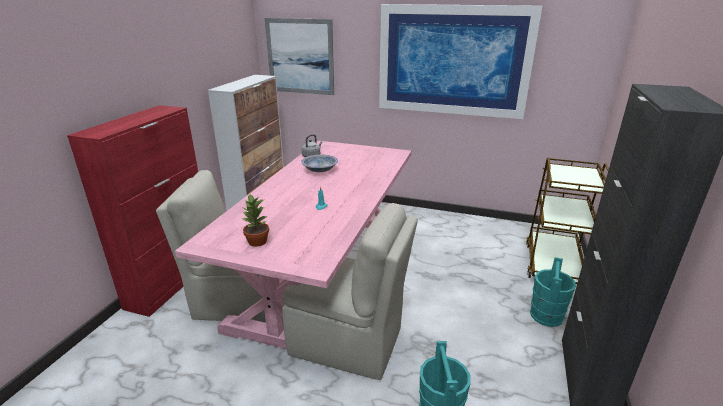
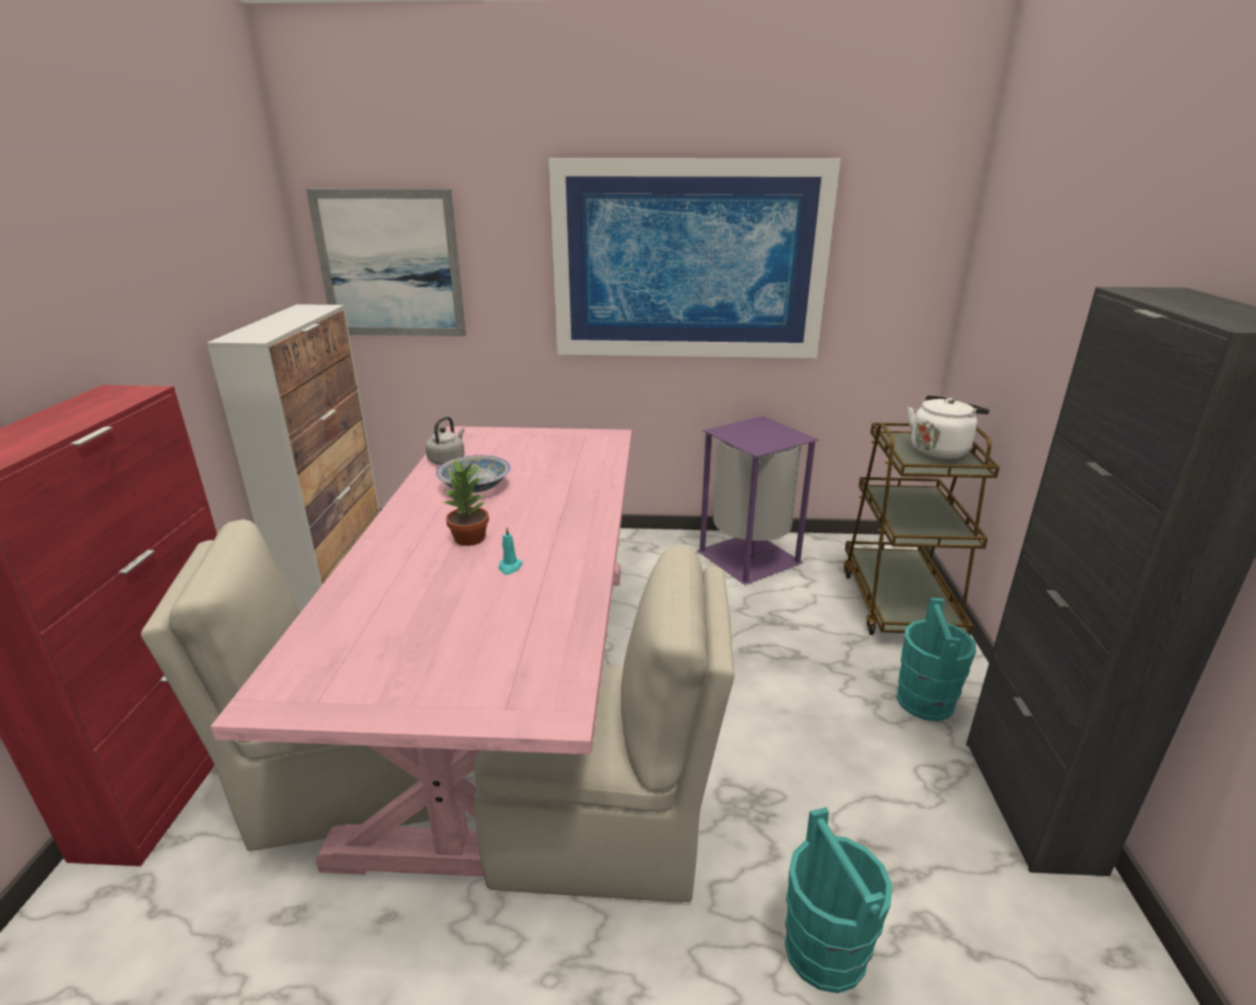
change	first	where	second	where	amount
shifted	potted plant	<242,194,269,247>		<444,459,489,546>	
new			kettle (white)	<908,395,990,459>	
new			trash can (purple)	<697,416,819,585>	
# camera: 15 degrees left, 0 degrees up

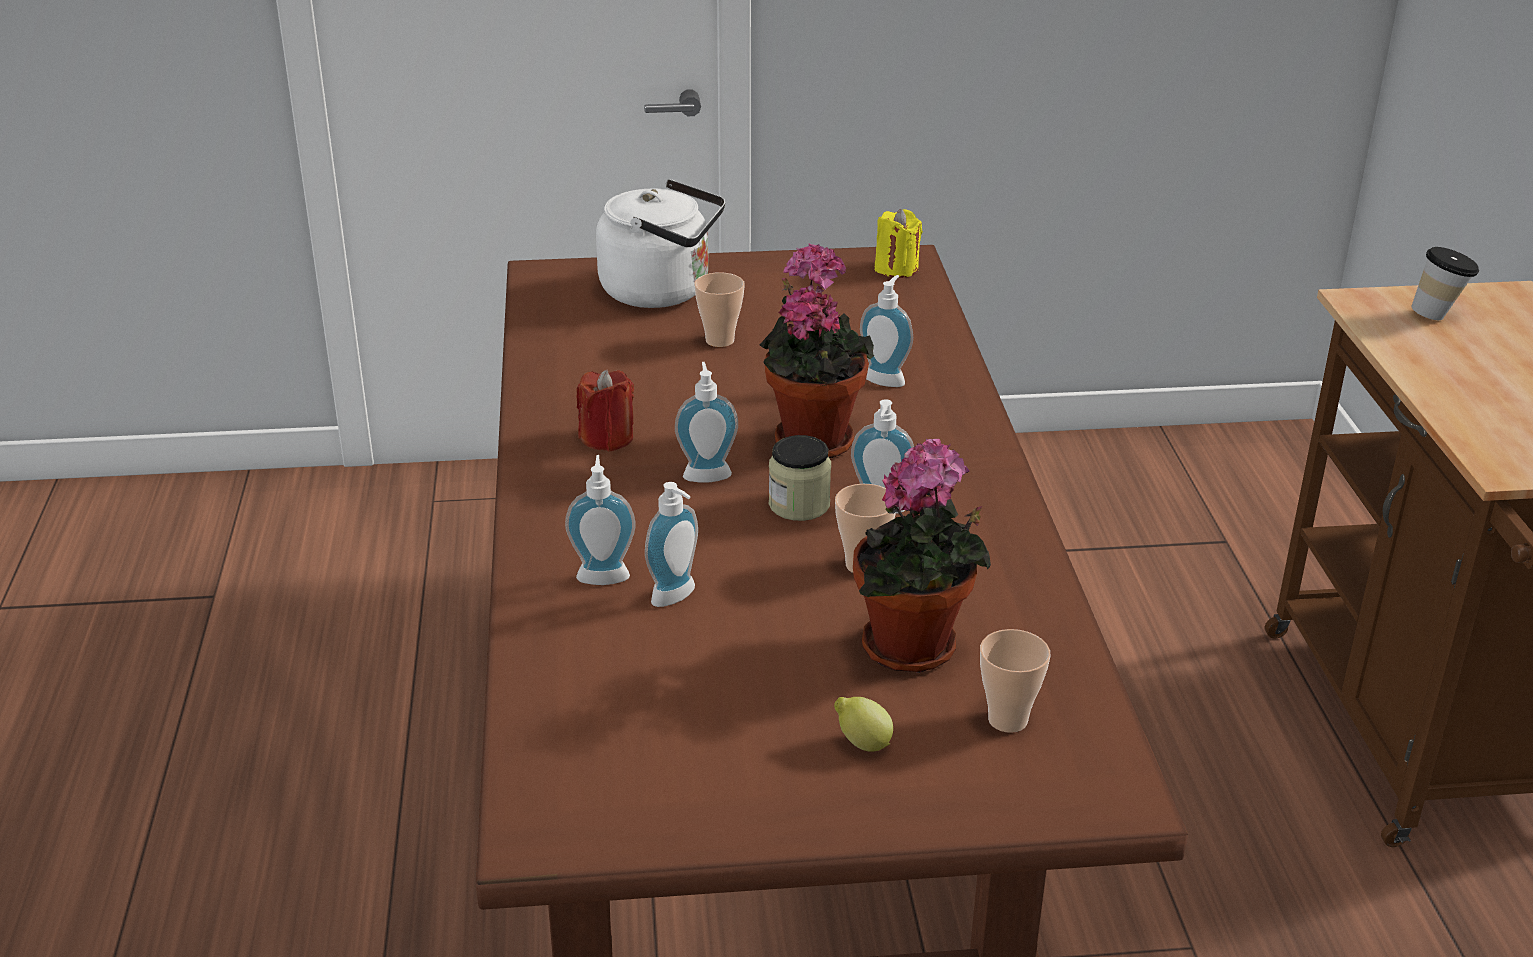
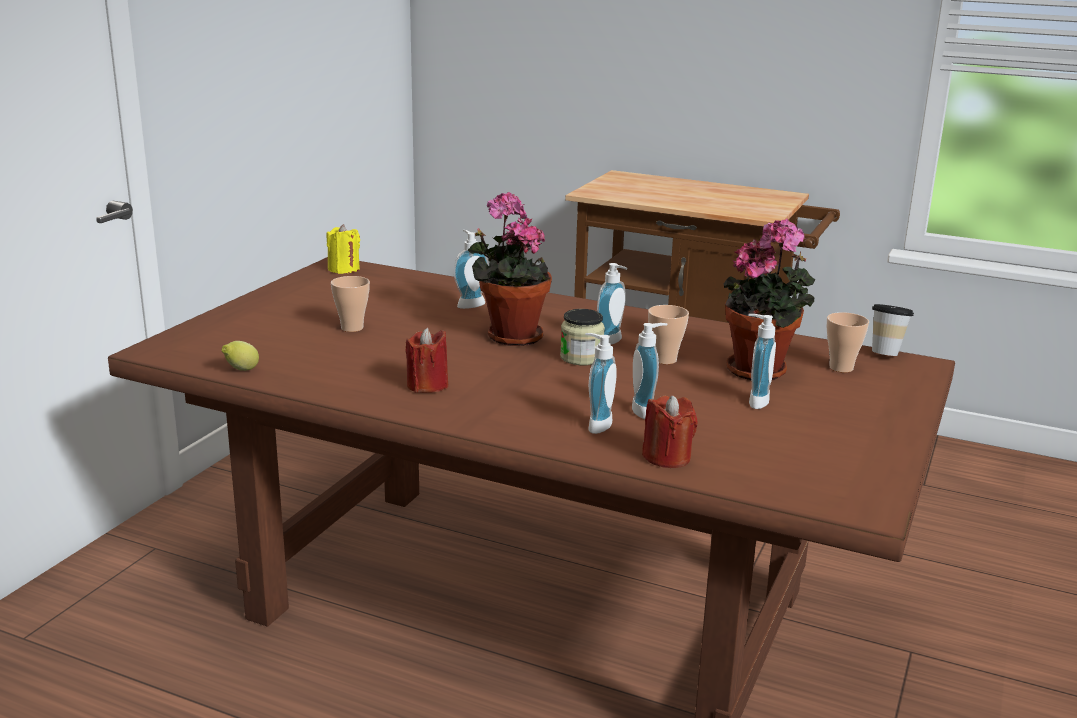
change	first	where	second	where	amount
gone	kettle (white)	<596,179,725,308>			
shifted	cup	<1411,247,1479,320>		<872,304,914,356>	
shifted	soap dispenser	<675,362,738,483>		<748,314,776,409>	
shifted	lemon	<834,697,893,752>		<222,341,259,371>	
new			candle (red)	<642,395,698,468>	
# camera: 60 degrees left, 10 degrees down

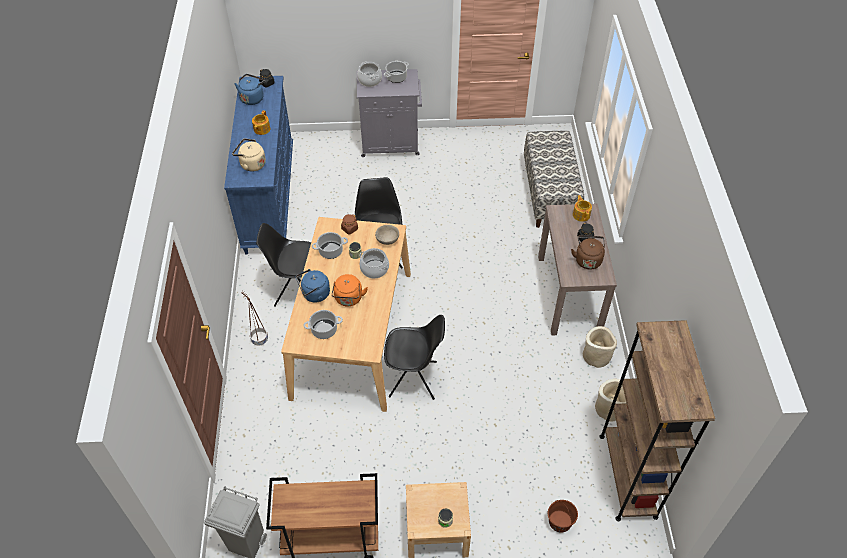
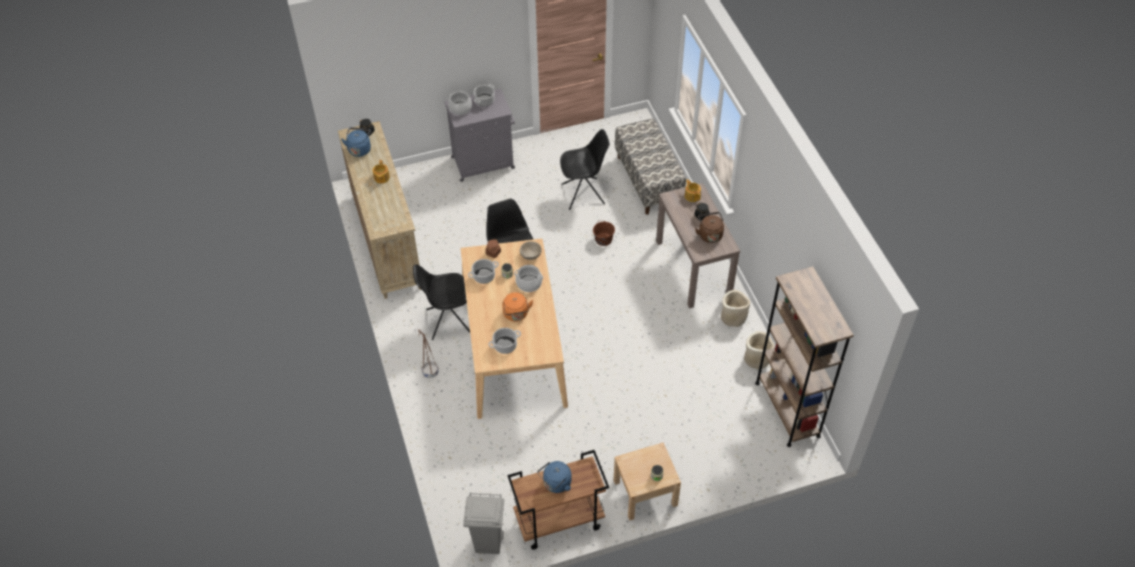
change	first	where	second	where	amount
repainted	dresser (blue)	<224,76,293,255>	dresser (beige)	<338,121,421,299>	
gone	kettle (beige)	<232,138,266,171>			
shifted	kettle (blue)	<296,269,330,303>		<538,461,571,493>	
shifted	chair (black)	<384,315,445,400>		<560,129,610,210>	
shifted	bucket (brown)	<548,500,578,532>		<593,220,615,246>	
# camera: 15 degrees left, 0 degrees up

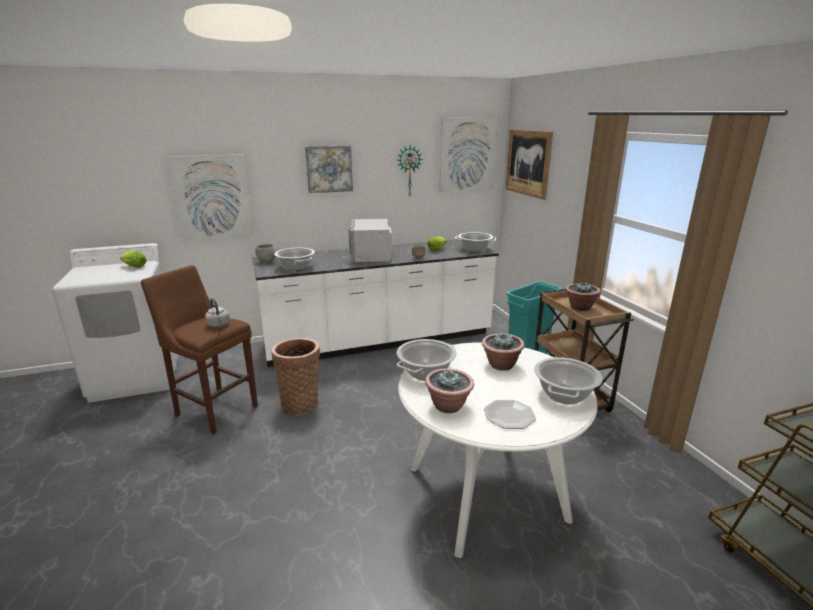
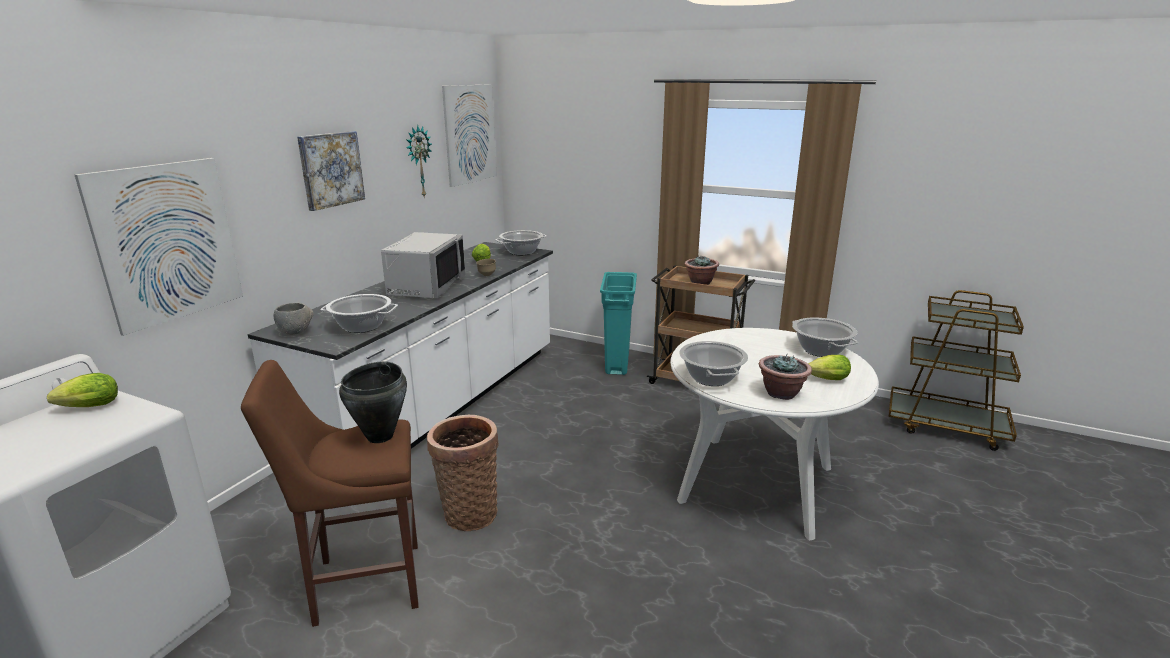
change	first	where	second	where	amount
gone	picture	<505,129,553,200>			
rotated	microwave (grey)	<349,219,392,262>		<381,232,465,298>	120 degrees counterclockwise
swapped	kettle (grey)	<205,298,230,328>	cooking pot (black)	<339,361,407,443>	
gone	potted plant	<482,332,525,371>			
swapped	plate	<484,400,536,429>	lettuce	<808,355,851,380>	
# camera: 45 degrees left, 0 degrees up

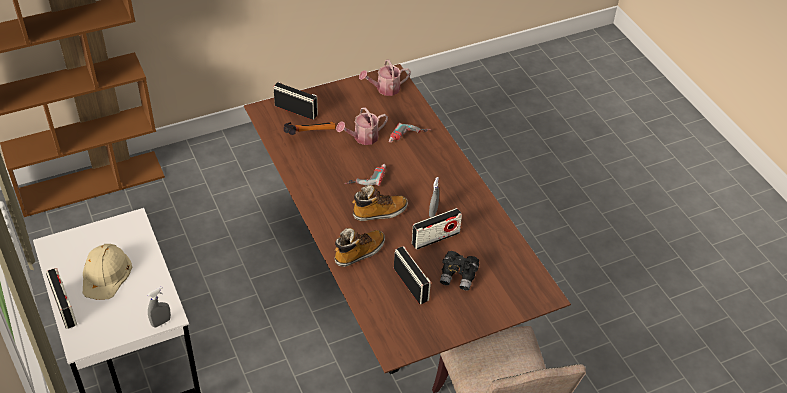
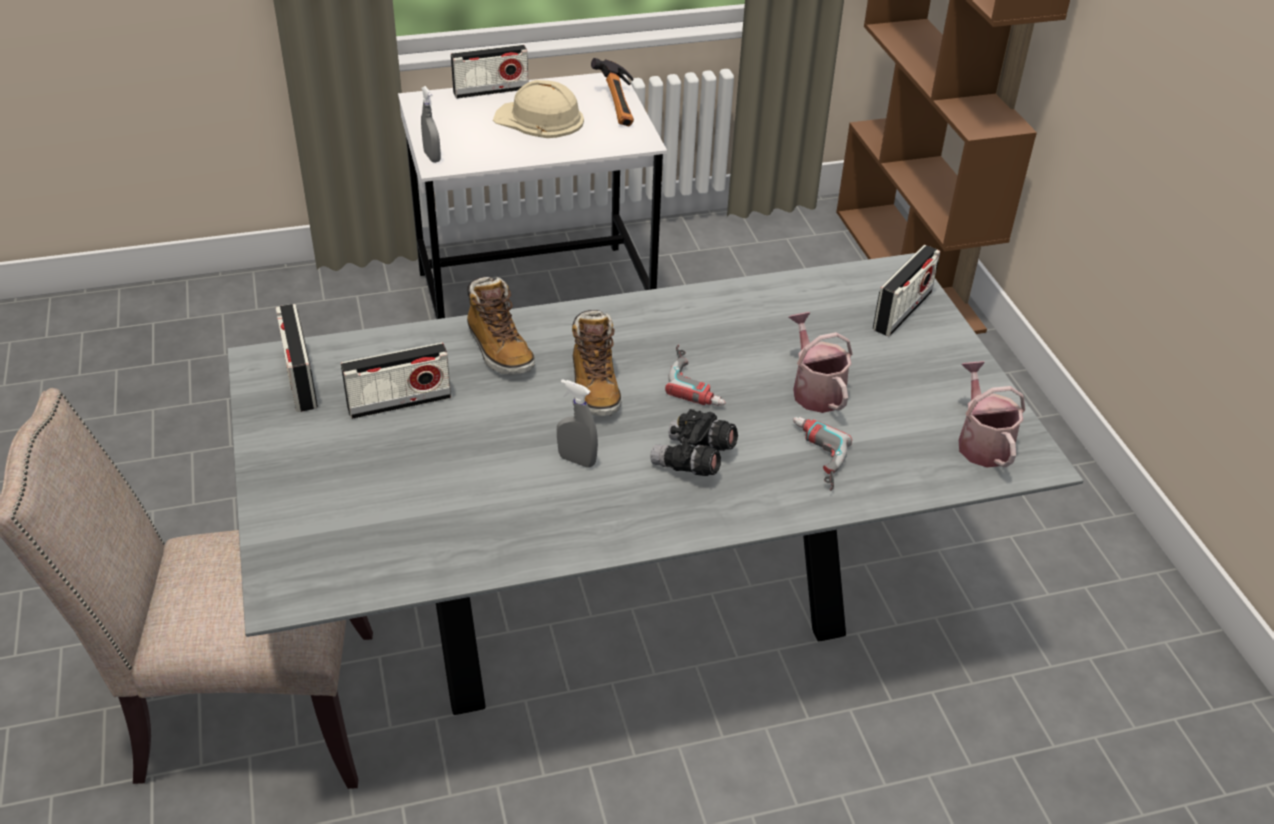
change	first	where	second	where	amount
repainted	dining table (brown)	<244,64,571,374>	dining table (grey)	<227,253,1084,715>	
shifted	hammer	<284,122,336,135>		<591,58,634,126>	
shifted	radio	<412,208,462,250>		<276,304,318,412>	
shifted	binoculars (black)	<440,251,479,291>		<650,409,738,476>	
# camera: 100 degrees right, 5 degrees down

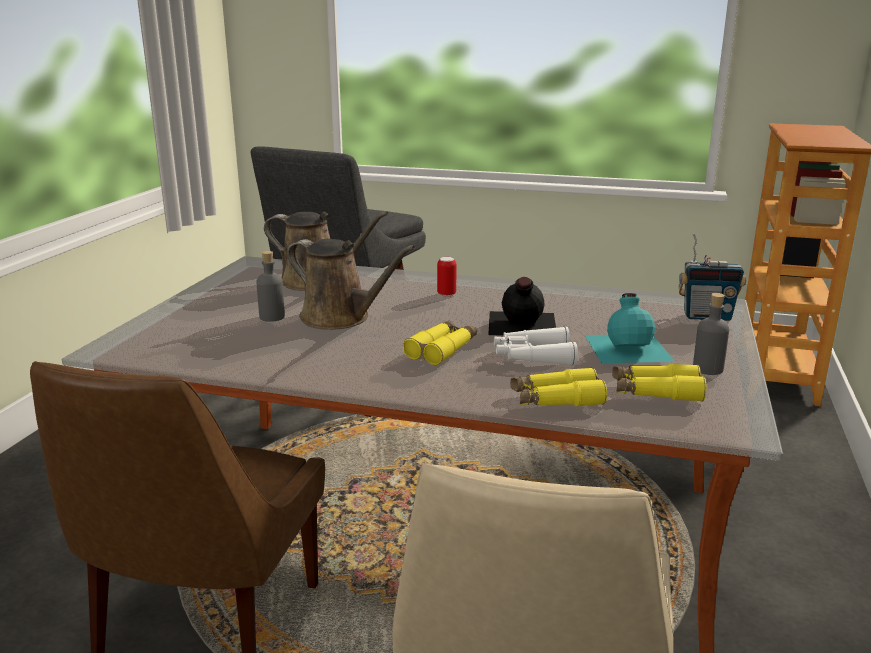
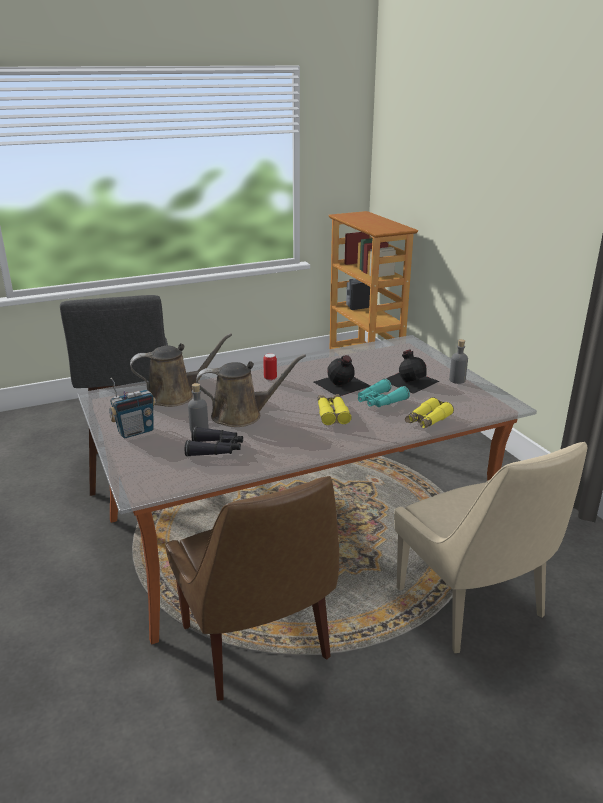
change	first	where	second	where	amount
shifted	radio	<679,233,746,321>		<109,378,156,438>	
repainted	bottle (turquoise)	<585,293,675,363>	bottle (black)	<386,349,439,394>	
repainted	binoculars (white)	<494,326,578,366>	binoculars (turquoise)	<358,379,410,407>	
gone	binoculars (yellow)	<612,364,707,402>			
new			binoculars (black)	<185,427,243,457>	
# camera: 40 degrees left, 5 degrees up

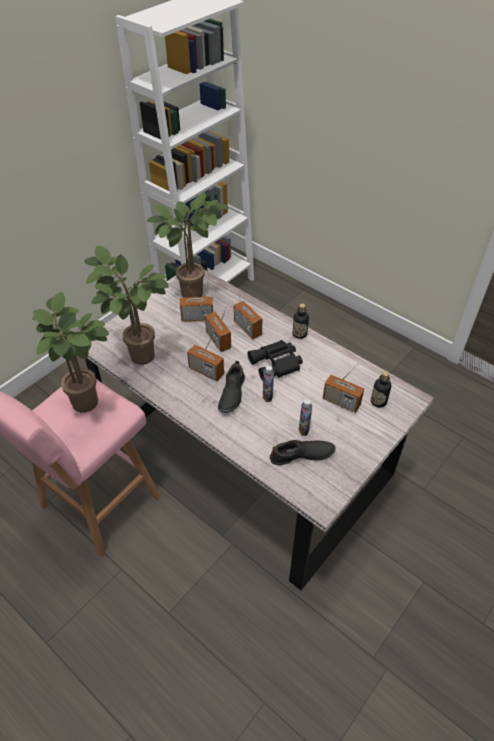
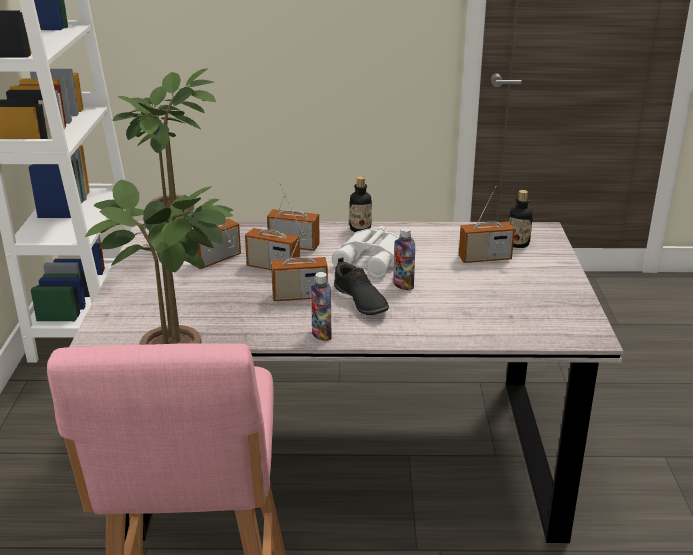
change	first	where	second	where	amount
gone	potted plant	<84,246,169,365>			
repainted	binoculars (black)	<247,340,303,381>	binoculars (white)	<332,226,400,277>	
shifted	bottle	<299,399,312,436>		<311,272,332,341>	
gone	shoe (black)	<270,440,335,465>			
# camera: 40 degrees left, 20 degrees down

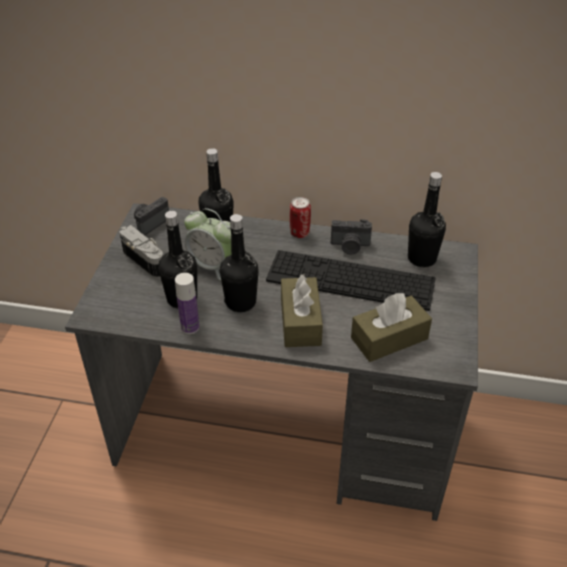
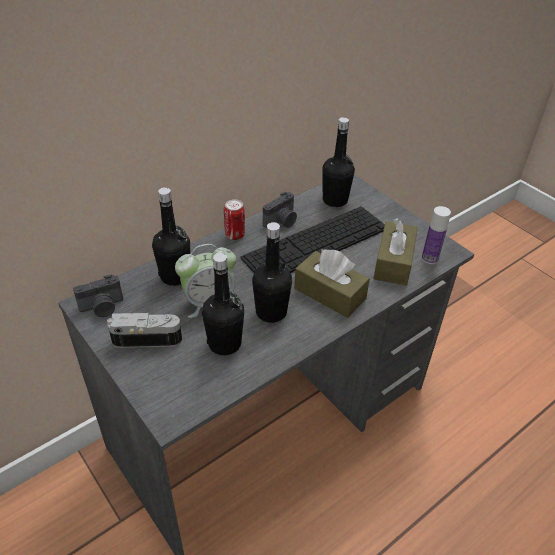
change	first	where	second	where	amount
rotated	photo camera	<134,197,169,235>		<73,274,123,317>	105 degrees counterclockwise
shifted	bottle	<175,273,200,334>		<422,206,451,264>	
# camera: 50 degrees left, 0 degrees up

